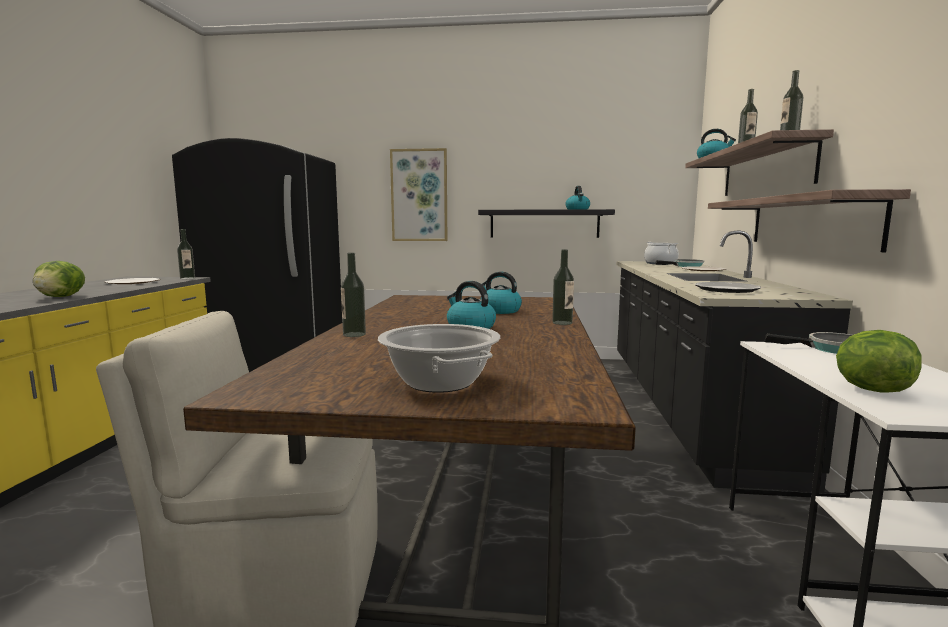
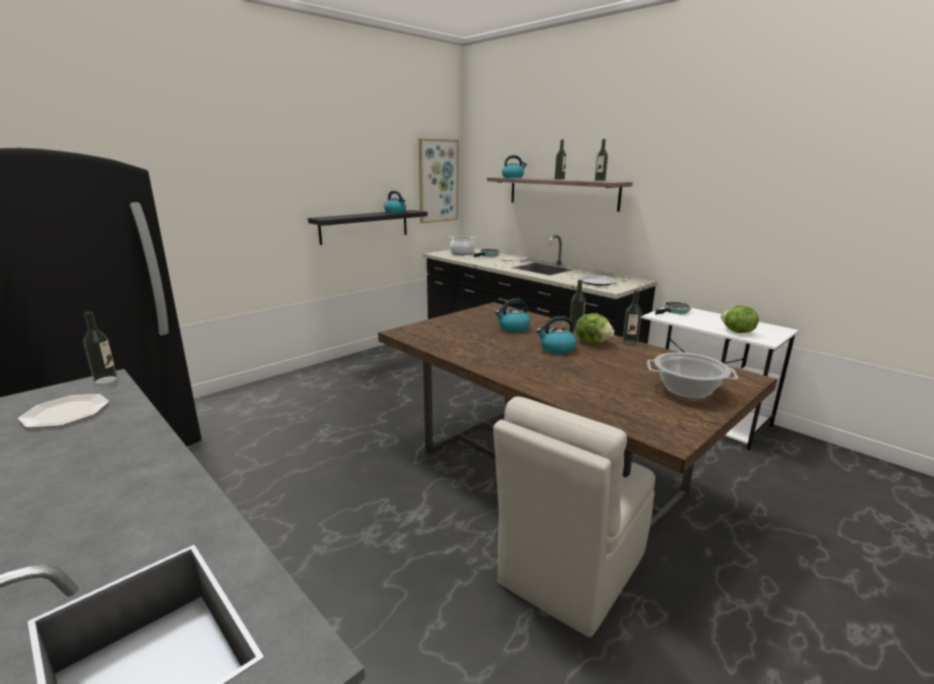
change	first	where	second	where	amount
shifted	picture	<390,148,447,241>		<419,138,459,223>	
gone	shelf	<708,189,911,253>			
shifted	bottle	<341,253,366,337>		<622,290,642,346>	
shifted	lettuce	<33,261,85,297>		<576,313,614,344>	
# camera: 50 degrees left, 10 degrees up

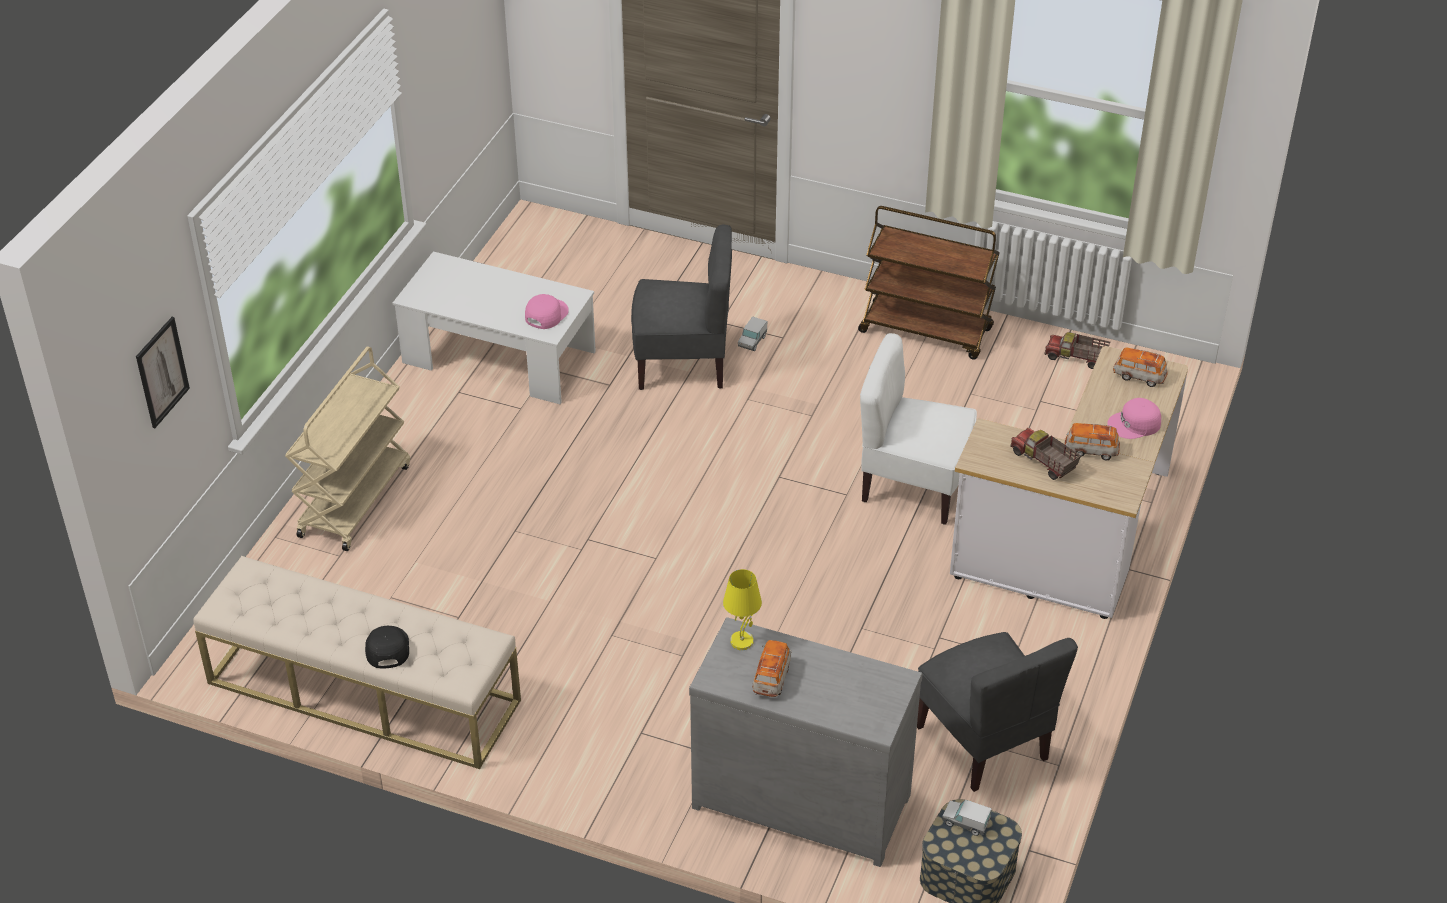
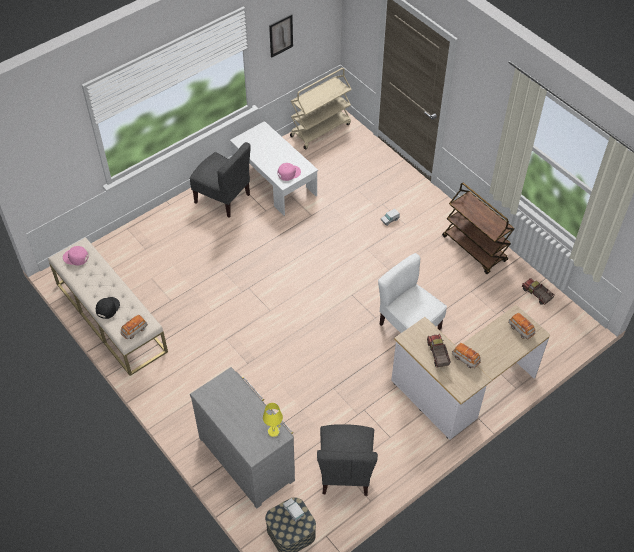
change	first	where	second	where	amount
shifted	chair (grey)	<631,225,732,390>		<190,142,251,217>	
shifted	picture	<136,317,190,428>		<269,14,293,58>	
shifted	cart (beige)	<285,347,410,551>		<290,68,352,149>	
shifted	cap (pink)	<1107,398,1161,439>		<63,246,89,266>	
shifted	table lamp (yellow)	<723,569,762,650>		<263,403,283,437>	
shifted	toy car	<752,640,792,697>		<121,315,148,339>	
# camera: 30 degrees right, 10 degrees up

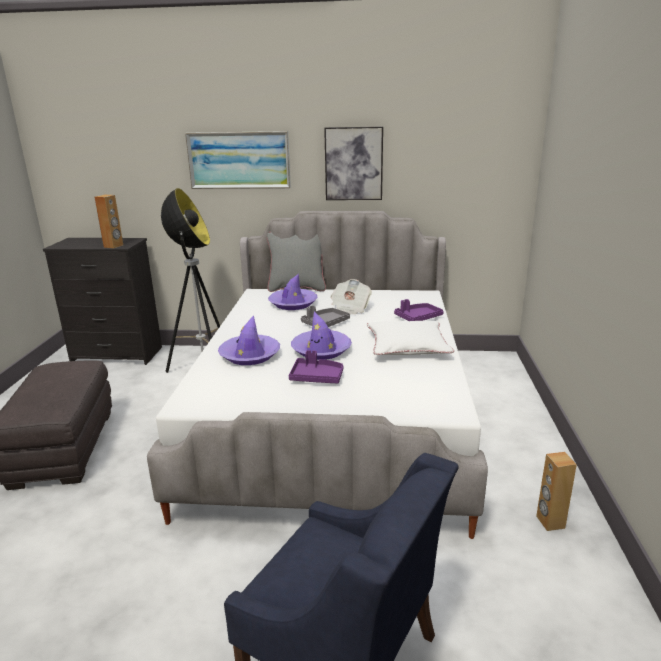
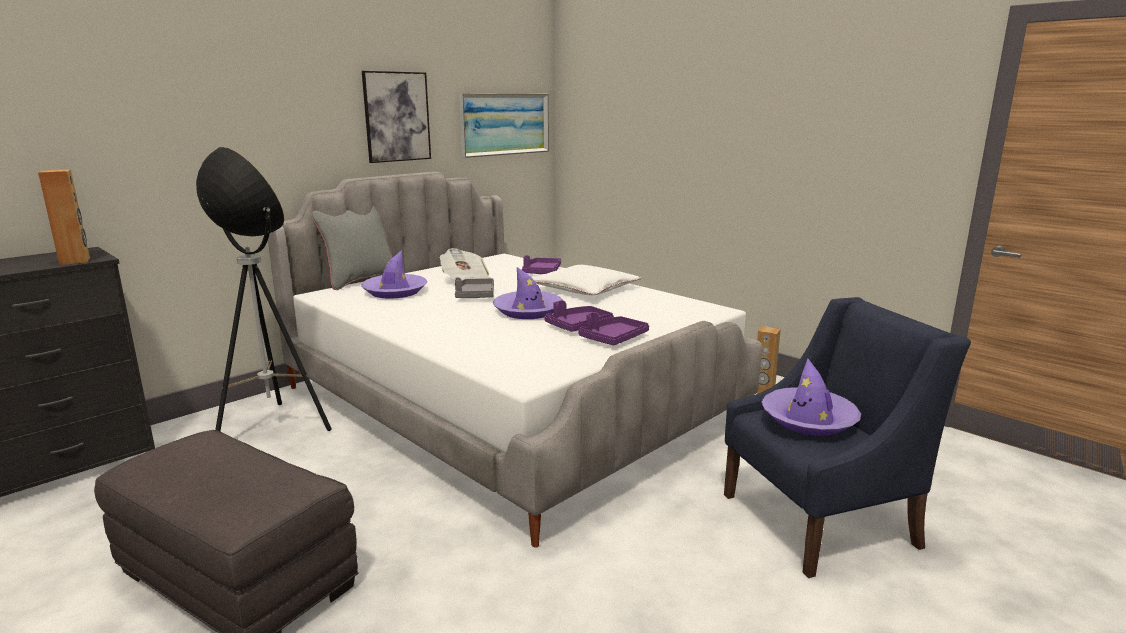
change	first	where	second	where	amount
shifted	picture	<185,131,291,189>		<459,93,549,158>	
shifted	hat (purple)	<218,315,280,365>		<762,359,861,436>	
new			tray (purple)	<578,312,649,345>	
# camera: 50 degrees left, 5 degrees down

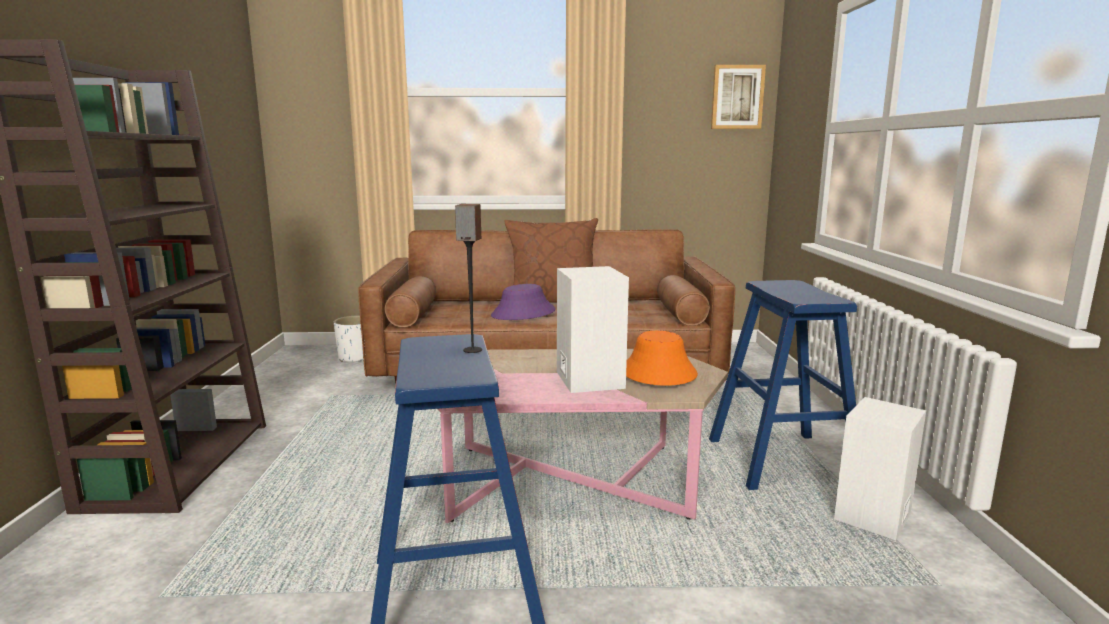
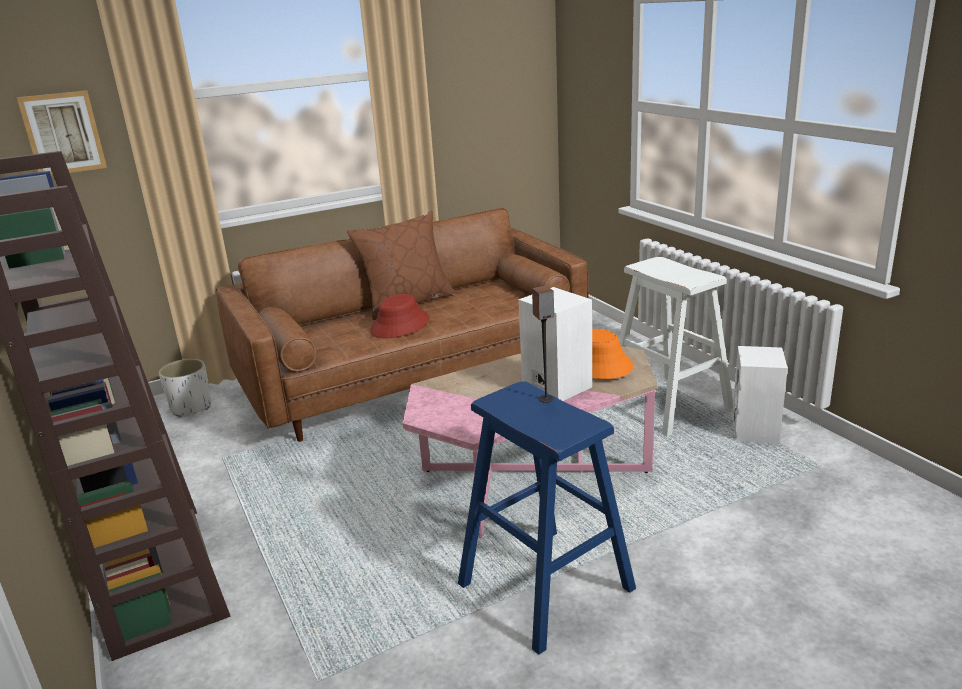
change	first	where	second	where	amount
shifted	picture	<711,65,766,129>		<17,90,107,175>	
repainted	stool (blue)	<709,280,857,490>	stool (white)	<619,257,733,436>	
repainted	hat (purple)	<491,284,556,320>	hat (red)	<370,294,430,338>	
# camera: 25 degrees left, 10 degrees up

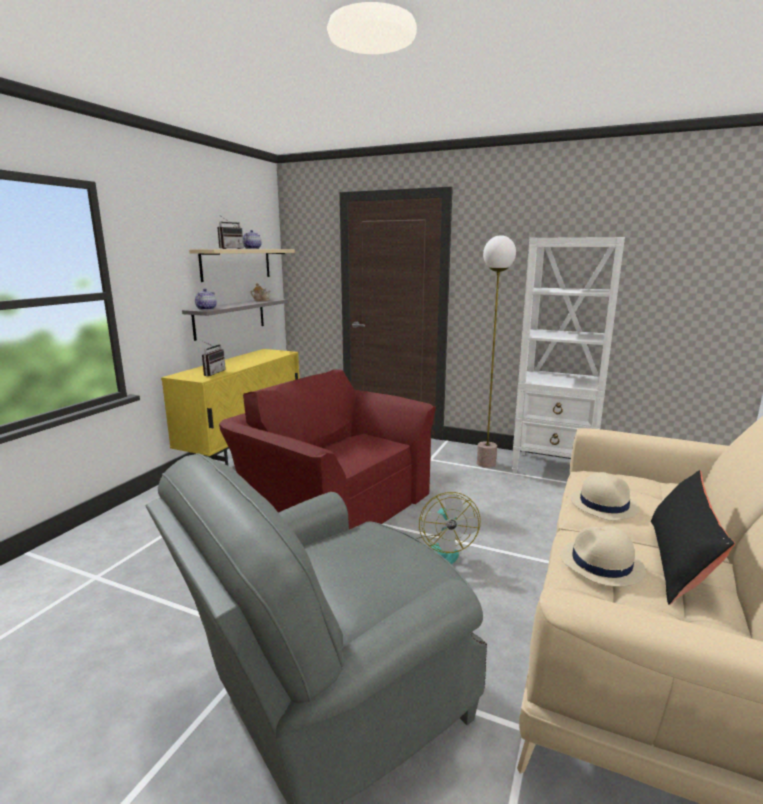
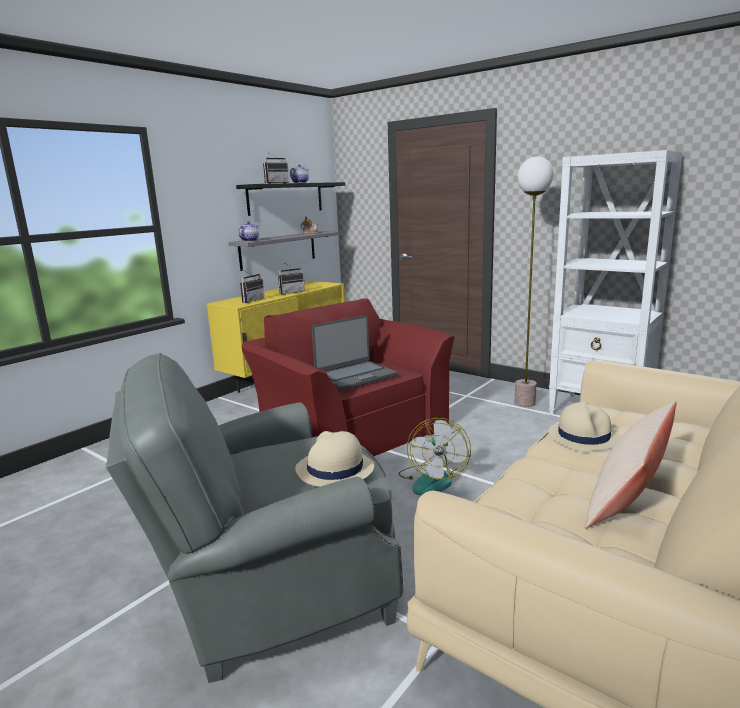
change	first	where	second	where	amount
repainted	shelf (beige)	<189,249,295,282>	shelf (black)	<236,182,345,216>	
repainted	pillow (black)	<651,470,735,605>	pillow (beige)	<585,401,677,529>	
shifted	hat (beige)	<560,525,646,587>		<295,431,374,487>	
new			radio	<278,262,305,295>	
new			laptop	<312,315,397,390>	
# camera: 15 degrees right, 0 degrees up

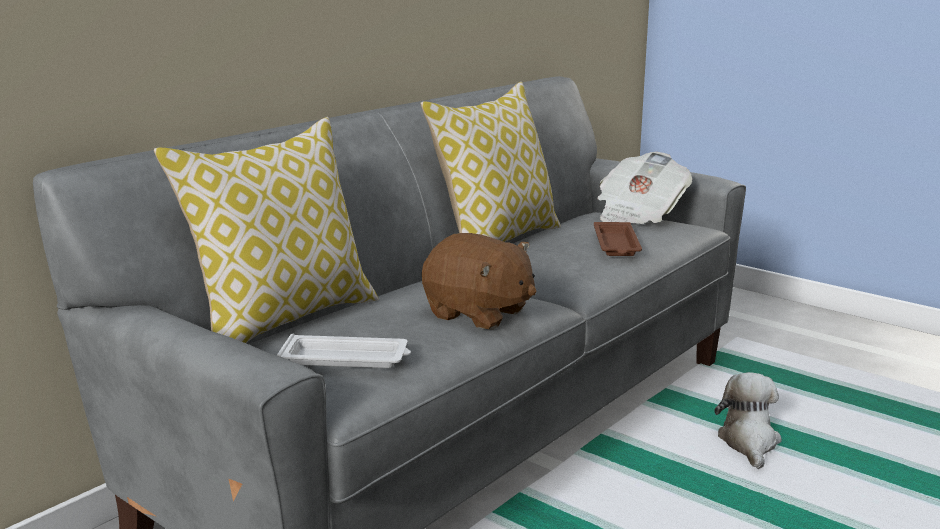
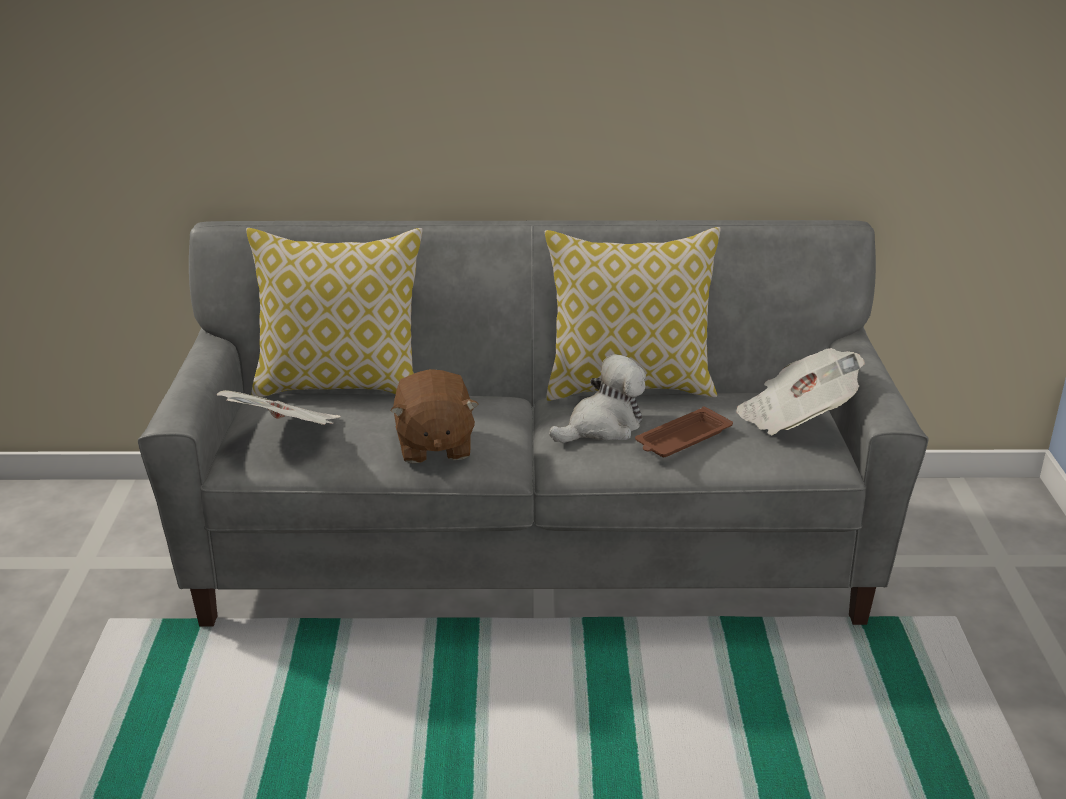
change	first	where	second	where	amount
swapped	tray (white)	<277,334,411,368>	newspaper	<217,390,341,425>	
shifted	plush toy	<715,372,782,469>		<549,354,646,443>	
# camera: 50 degrees right, 10 degrees up

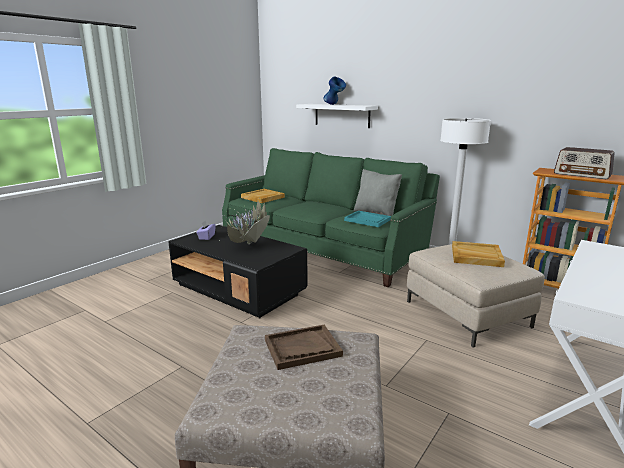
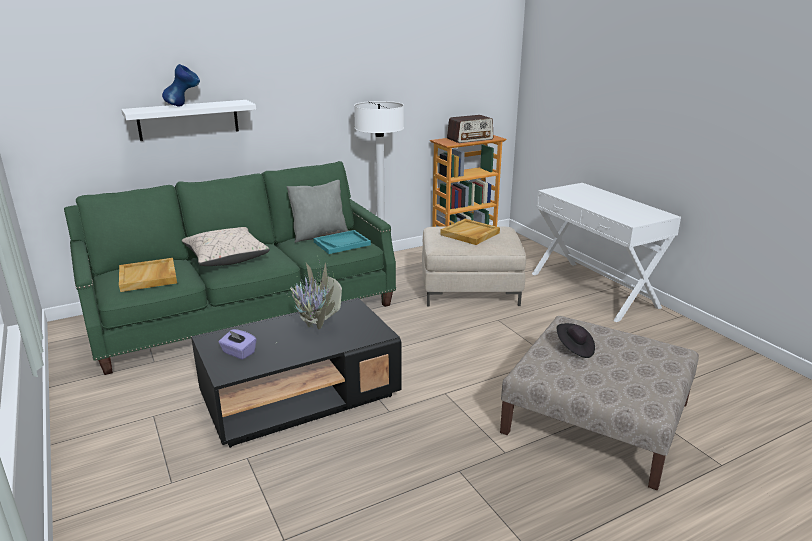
change	first	where	second	where	amount
swapped	tray (brown)	<265,325,343,370>	hat (black)	<557,323,595,358>	
new			pillow (beige)	<182,227,270,266>	
# camera: 65 degrees left, 5 degrees up

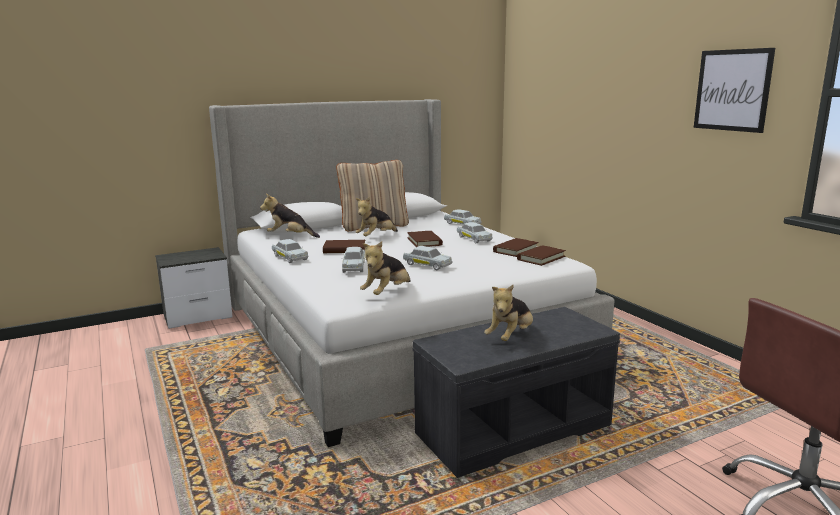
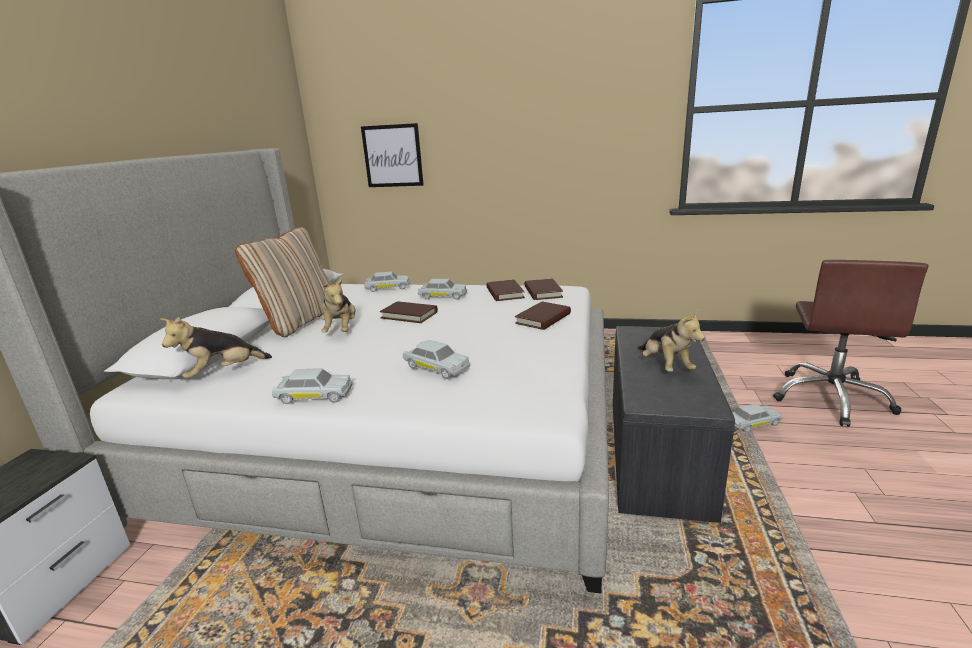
change	first	where	second	where	amount
shifted	picture	<694,48,775,133>		<361,123,424,187>	
shifted	book (brown)	<323,240,365,253>		<515,302,571,330>	
gone	plush toy	<360,241,410,295>			
shifted	toy car (white)	<403,246,453,270>		<732,404,782,432>	
# camera: 50 degrees left, 5 degrees up

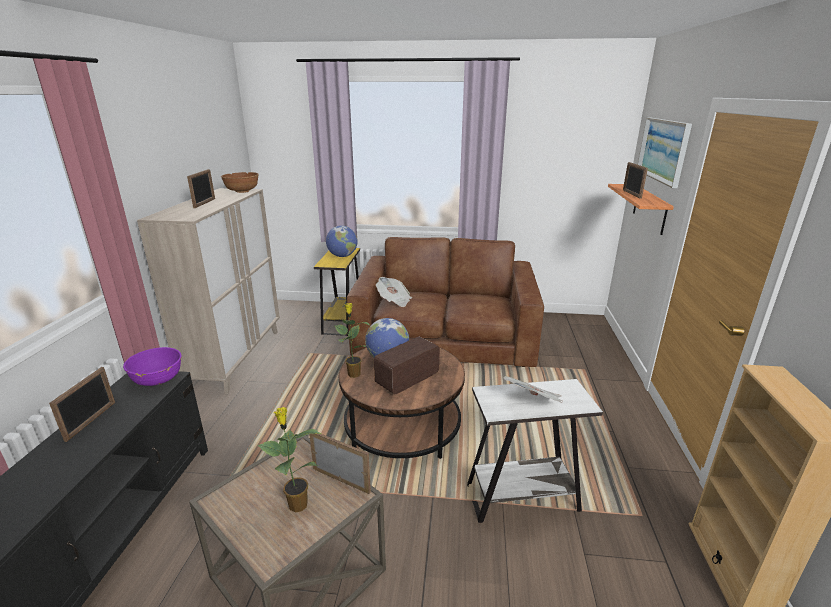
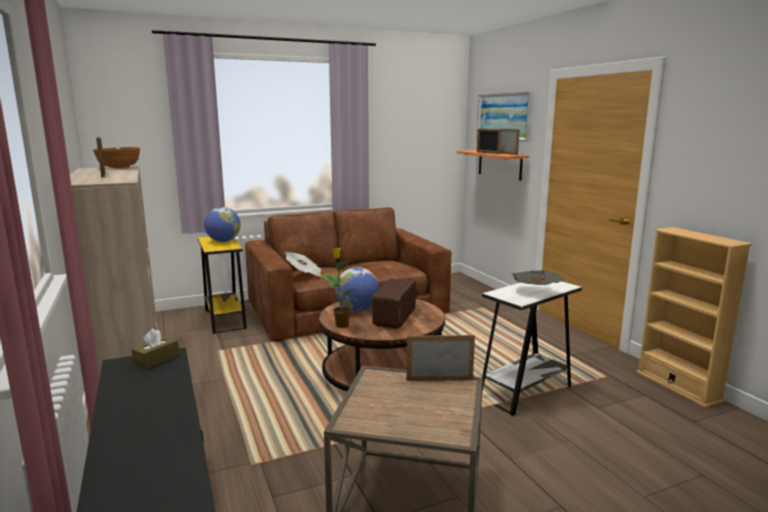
change	first	where	second	where	amount
swapped	bowl (purple)	<123,347,182,386>	tissue box (brown)	<131,329,179,369>	
shifted	picture frame	<49,367,115,442>		<500,129,519,155>	
gone	potted plant	<257,407,321,513>			
# camera: 30 degrees left, 10 degrees down

